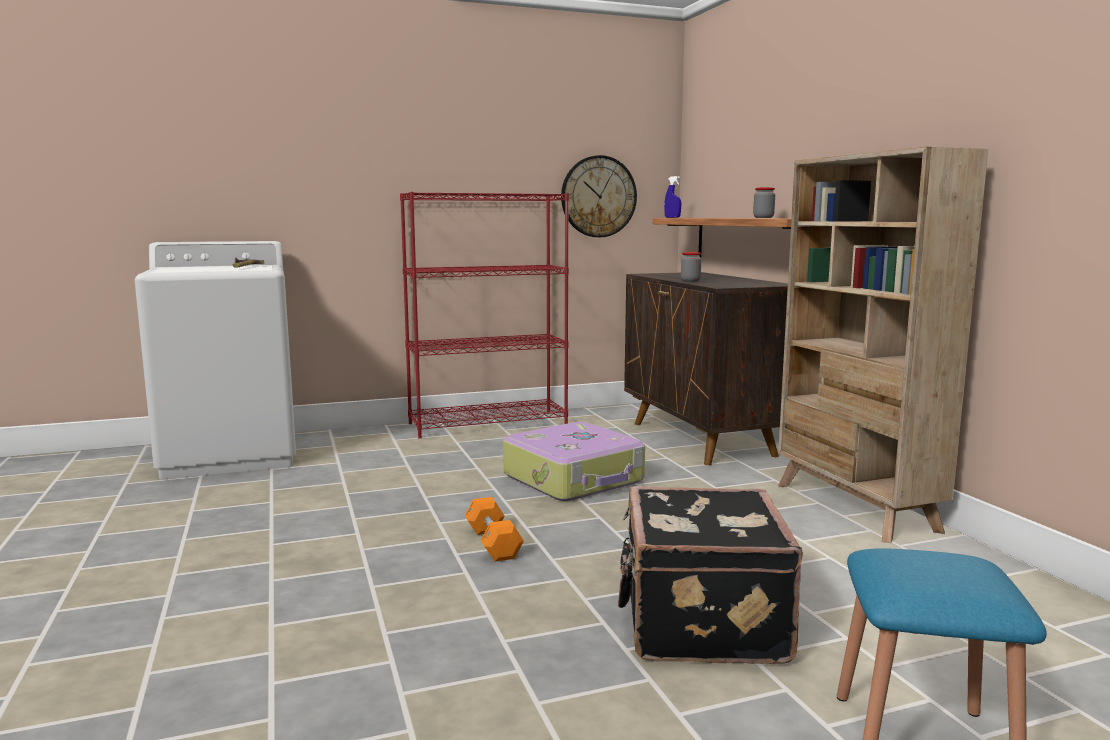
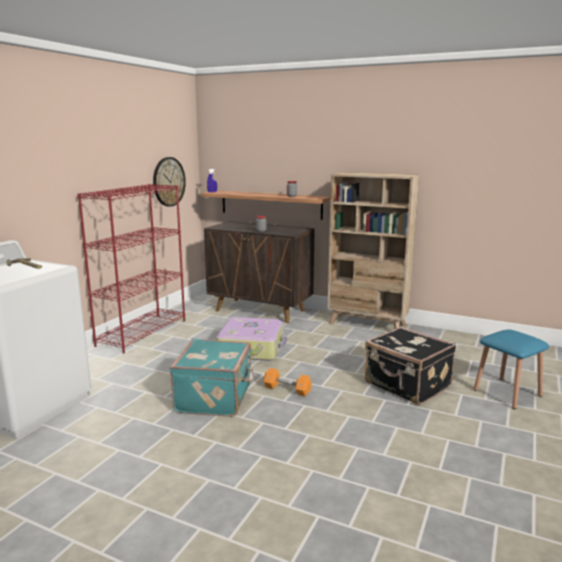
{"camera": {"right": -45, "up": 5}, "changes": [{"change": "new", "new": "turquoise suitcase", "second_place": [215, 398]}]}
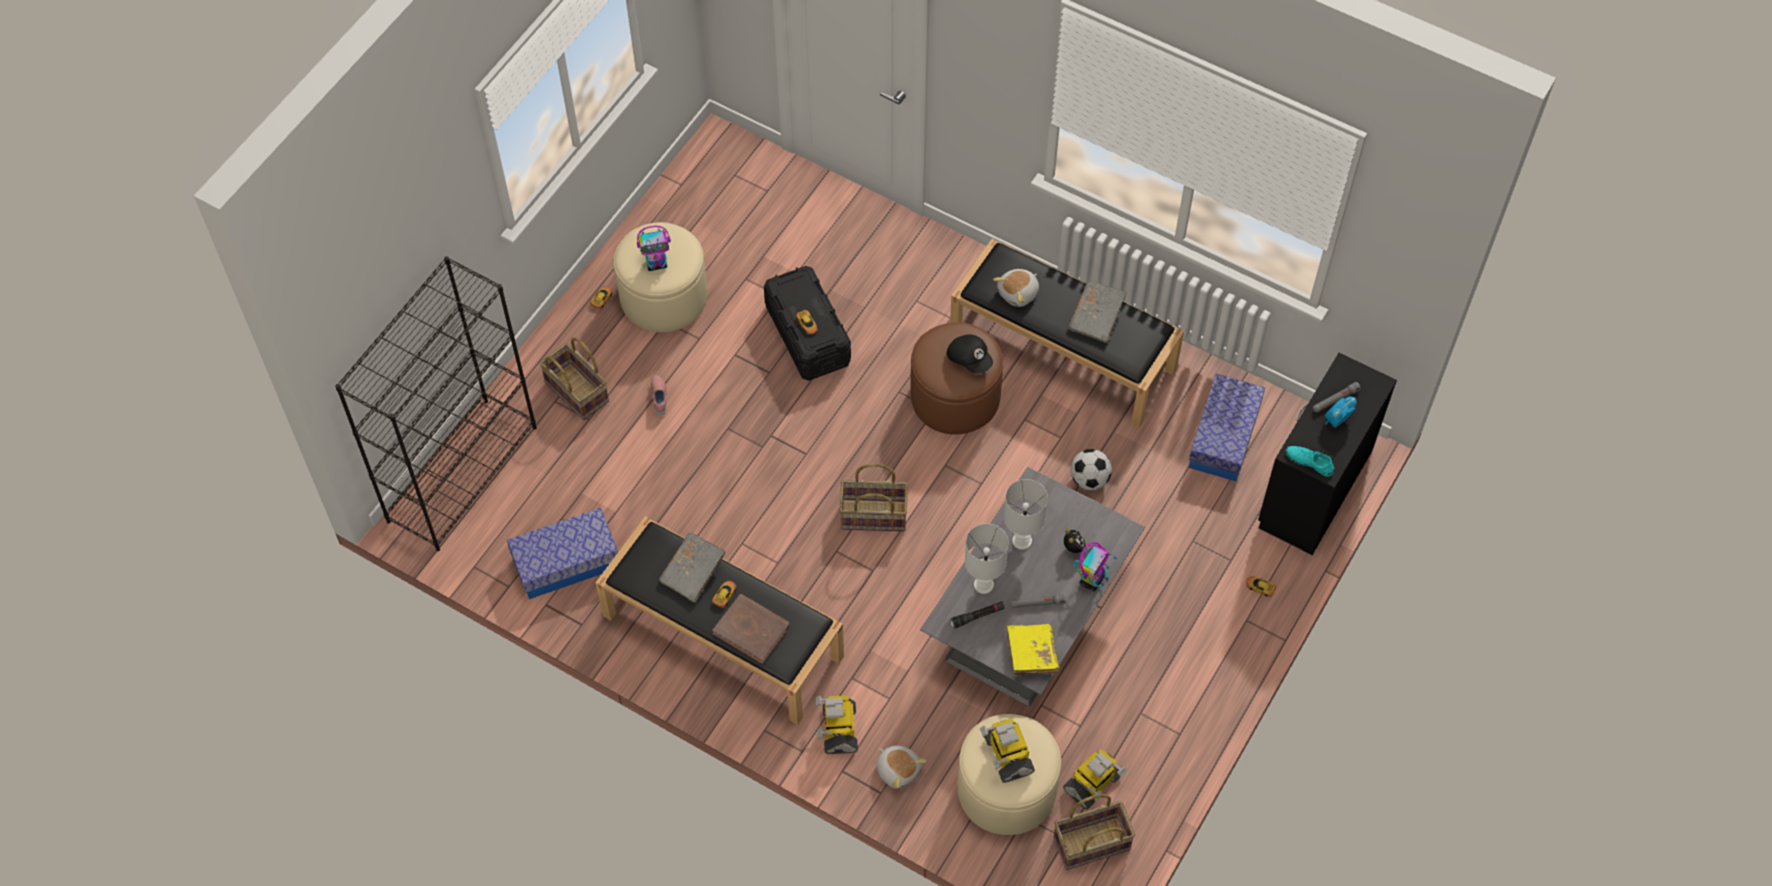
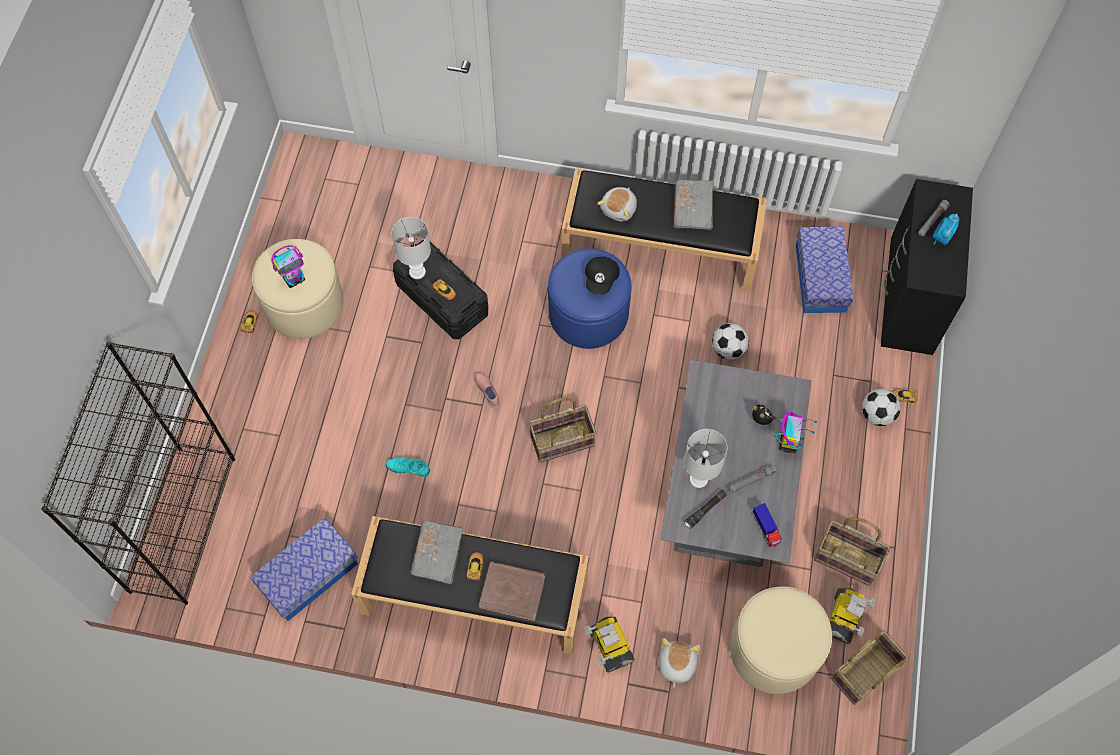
{"camera": {"right": -20, "up": 5}, "changes": [{"change": "repainted", "old": "brown ottoman", "new": "blue ottoman", "first_place": [955, 397], "second_place": [588, 314]}, {"change": "rotated", "old": "black cap", "first_place": [970, 359], "second_place": [601, 279], "degrees": 75}, {"change": "shifted", "old": "basket", "first_place": [578, 391], "second_place": [848, 558]}, {"change": "shifted", "old": "pink shoe", "first_place": [660, 398], "second_place": [488, 392]}, {"change": "shifted", "old": "turquoise shoe", "first_place": [1309, 462], "second_place": [408, 468]}, {"change": "shifted", "old": "white table lamp", "first_place": [1021, 541], "second_place": [416, 272]}, {"change": "swapped", "old": "yellow book", "new": "toy truck", "first_place": [1031, 654], "second_place": [765, 529]}, {"change": "gone", "old": "toy robot", "first_place": [1007, 755]}, {"change": "rotated", "old": "plush toy", "first_place": [898, 770], "second_place": [676, 664], "degrees": -105}, {"change": "new", "new": "football", "second_place": [877, 415]}]}
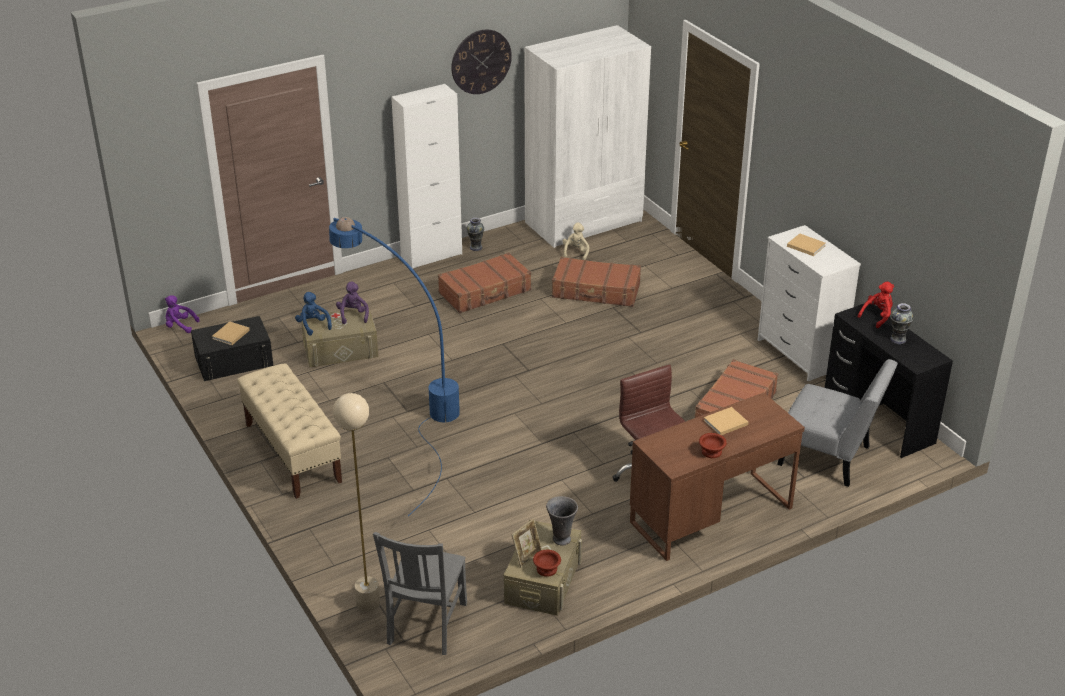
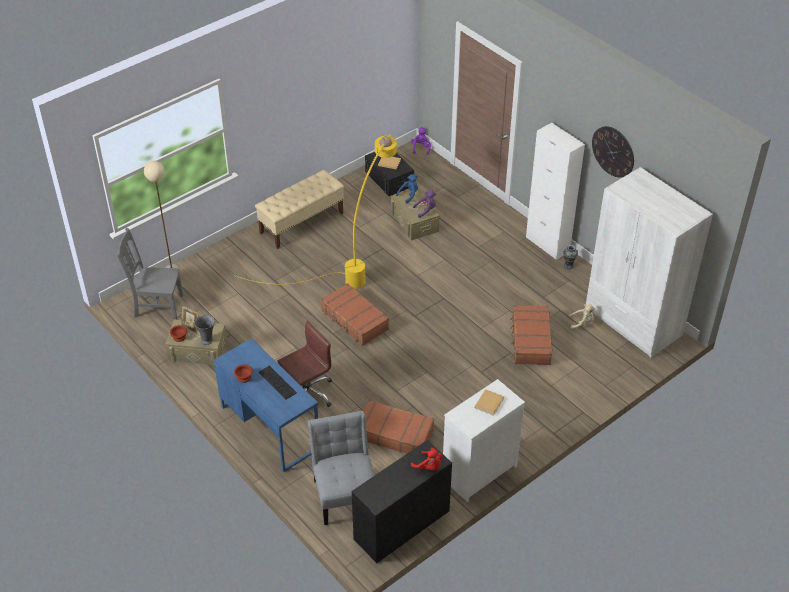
{"camera": {"right": 80, "up": 10}, "changes": [{"change": "repainted", "old": "blue floor lamp", "new": "yellow floor lamp", "first_place": [405, 410], "second_place": [354, 263]}, {"change": "shifted", "old": "brown suitcase", "first_place": [485, 292], "second_place": [354, 320]}, {"change": "gone", "old": "vase", "first_place": [898, 339]}, {"change": "rotated", "old": "grey chair", "first_place": [829, 458], "second_place": [345, 493], "degrees": 150}, {"change": "repainted", "old": "brown desk", "new": "blue desk", "first_place": [710, 515], "second_place": [270, 427]}, {"change": "swapped", "old": "beige book", "new": "keyboard", "first_place": [724, 423], "second_place": [277, 382]}]}
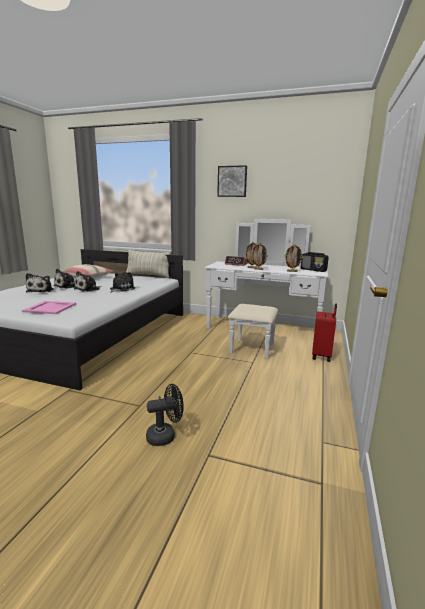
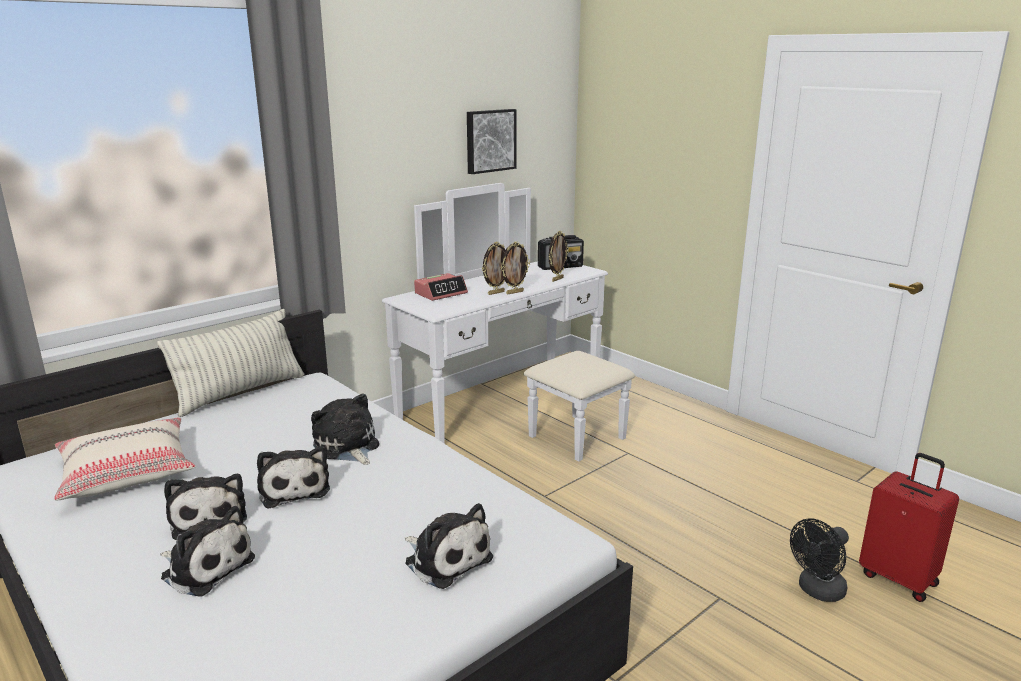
{"camera": {"right": -60, "up": 5}, "changes": [{"change": "shifted", "old": "picture", "first_place": [232, 181], "second_place": [490, 140]}, {"change": "swapped", "old": "pink tray", "new": "plush toy", "first_place": [51, 307], "second_place": [446, 559]}, {"change": "shifted", "old": "red suitcase", "first_place": [322, 356], "second_place": [899, 578]}, {"change": "rotated", "old": "black fan", "first_place": [165, 436], "second_place": [817, 591], "degrees": -135}]}
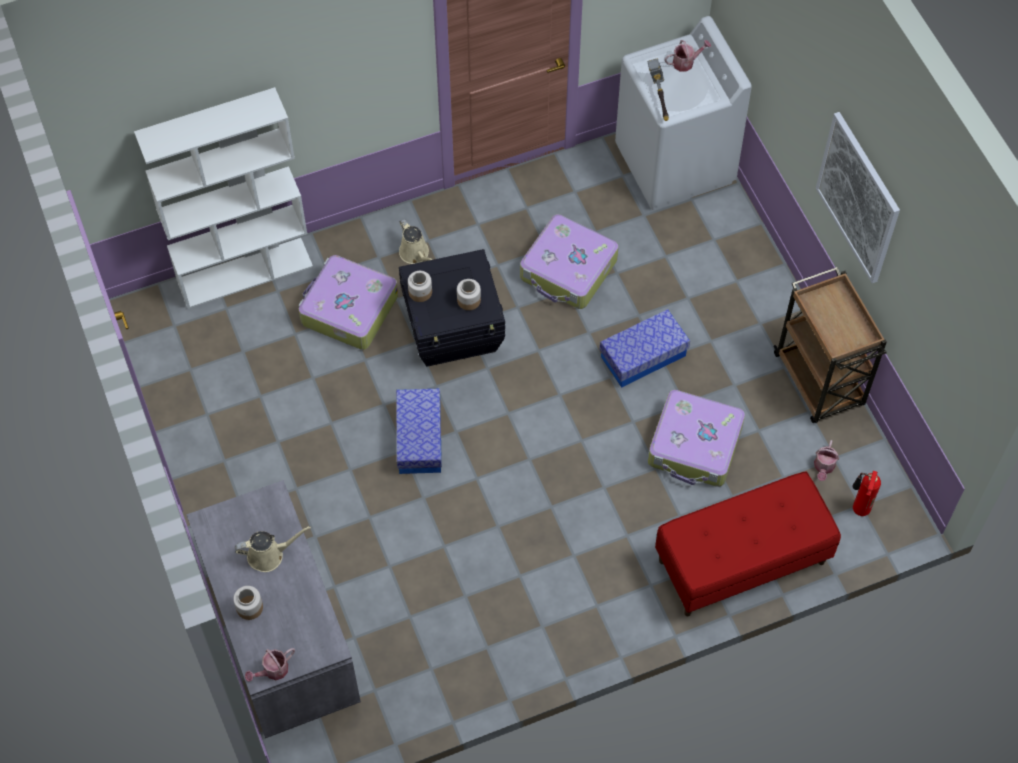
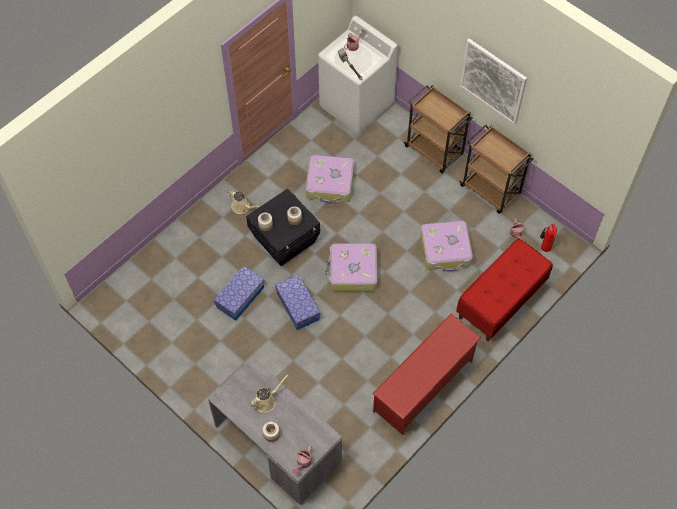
{"camera": {"right": -25, "up": 0}, "changes": [{"change": "gone", "old": "white bookcase", "first_place": [245, 272]}, {"change": "shifted", "old": "suitcase", "first_place": [348, 310], "second_place": [352, 272]}, {"change": "shifted", "old": "storage box", "first_place": [643, 356], "second_place": [240, 297]}, {"change": "new", "new": "brown cart", "second_place": [435, 151]}, {"change": "new", "new": "red shoe rack", "second_place": [423, 386]}]}
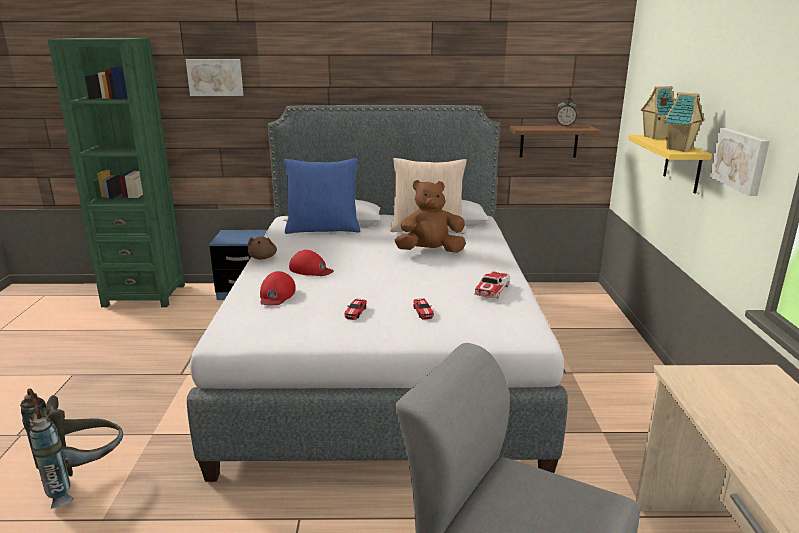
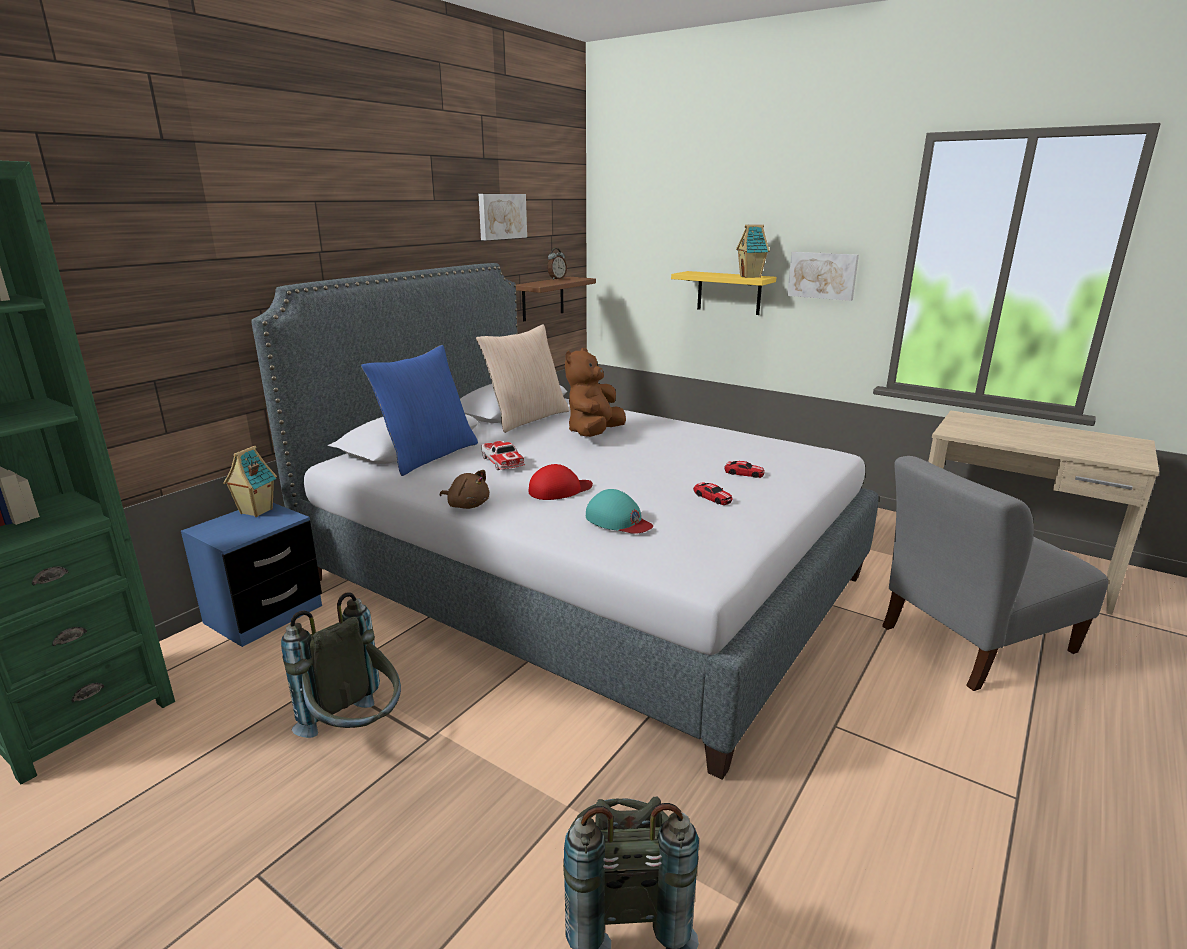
{"camera": {"right": -55, "up": 0}, "changes": [{"change": "shifted", "old": "picture", "first_place": [215, 77], "second_place": [501, 216]}, {"change": "shifted", "old": "toy house", "first_place": [654, 137], "second_place": [255, 511]}, {"change": "repainted", "old": "red cap", "new": "turquoise cap", "first_place": [276, 295], "second_place": [618, 520]}, {"change": "shifted", "old": "toy car", "first_place": [492, 290], "second_place": [502, 462]}, {"change": "new", "new": "grey backpack", "second_place": [357, 732]}]}
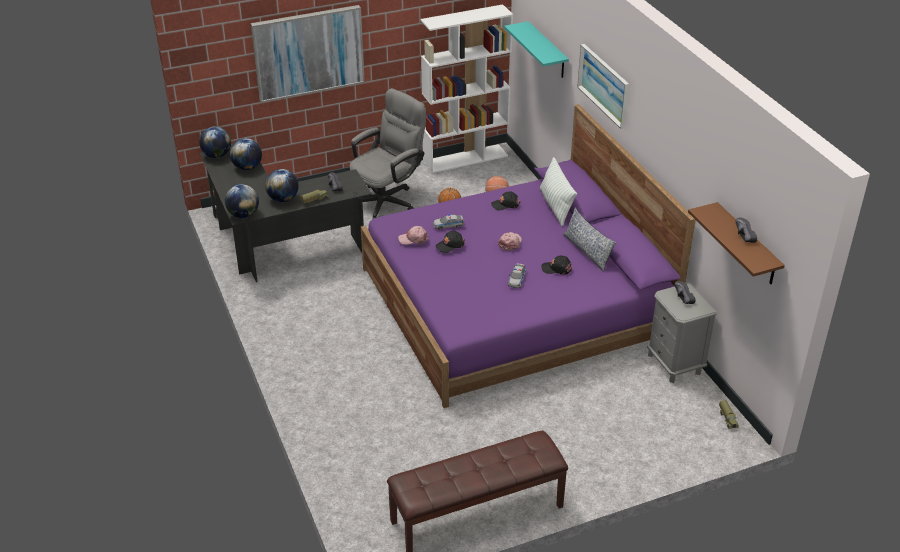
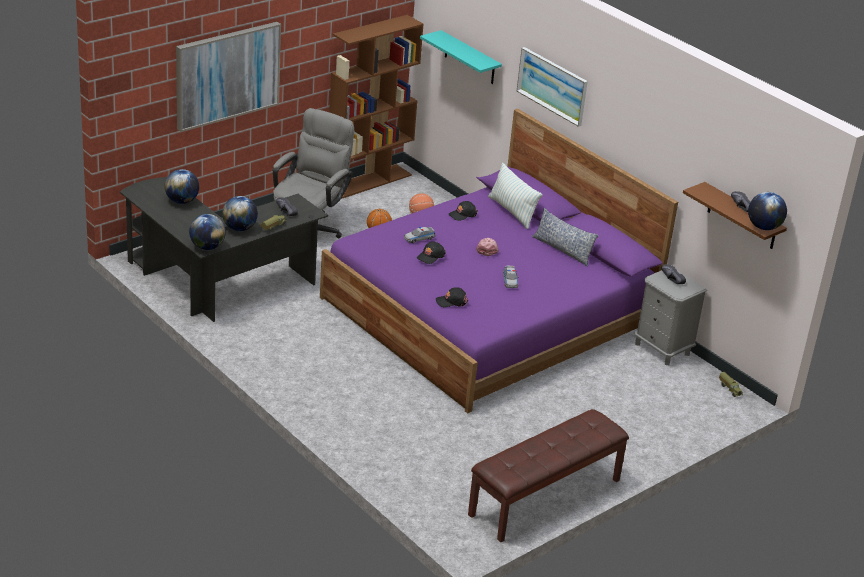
{"camera": {"right": -20, "up": -5}, "changes": [{"change": "repainted", "old": "white bookcase", "new": "brown bookcase", "first_place": [465, 158], "second_place": [369, 181]}, {"change": "shifted", "old": "globe", "first_place": [217, 155], "second_place": [763, 227]}, {"change": "gone", "old": "pink cap", "first_place": [413, 239]}, {"change": "shifted", "old": "black cap", "first_place": [557, 268], "second_place": [451, 301]}]}
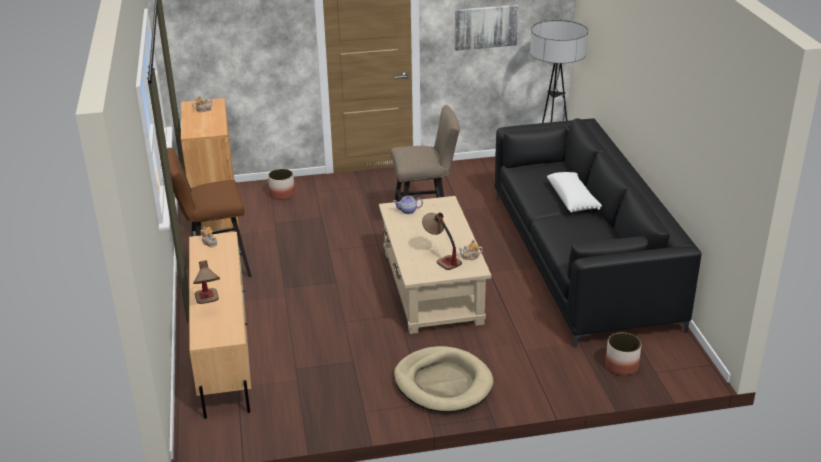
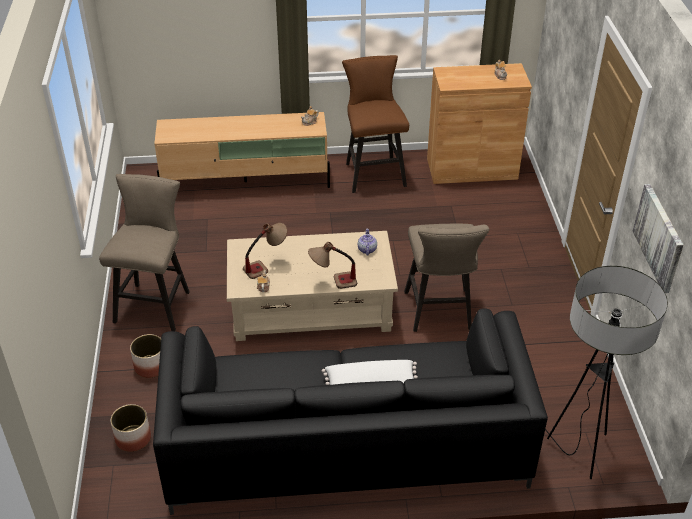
{"camera": {"right": 95, "up": 10}, "changes": [{"change": "shifted", "old": "planter", "first_place": [282, 195], "second_place": [150, 366]}, {"change": "shifted", "old": "table lamp", "first_place": [209, 304], "second_place": [332, 283]}, {"change": "swapped", "old": "beige dog bed", "new": "beige stool", "first_place": [443, 383], "second_place": [155, 303]}]}
